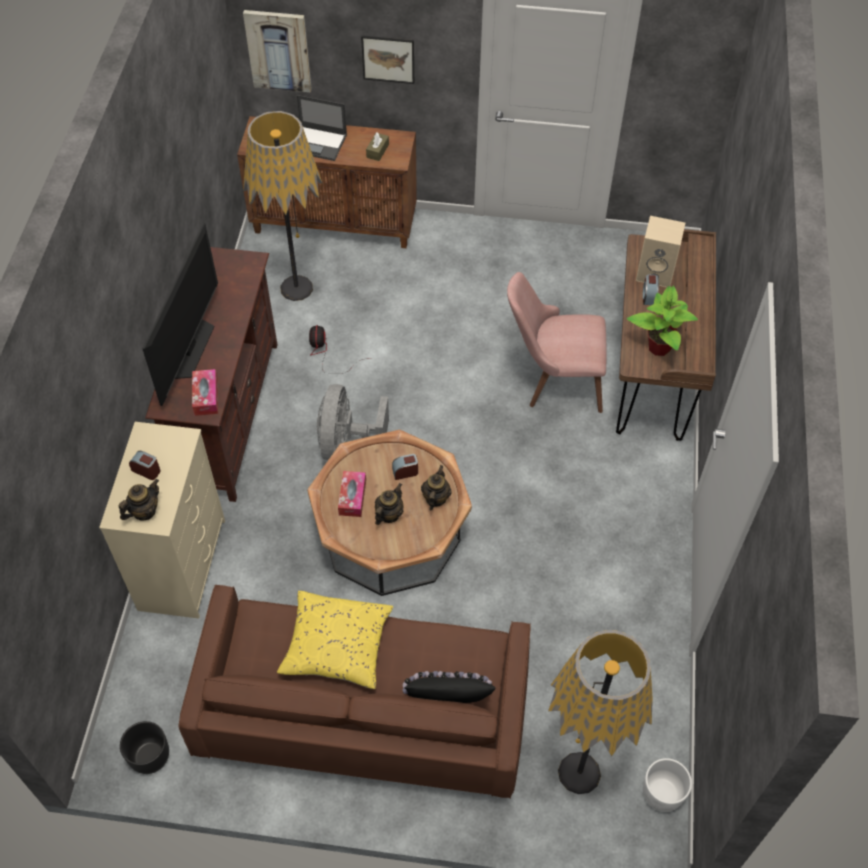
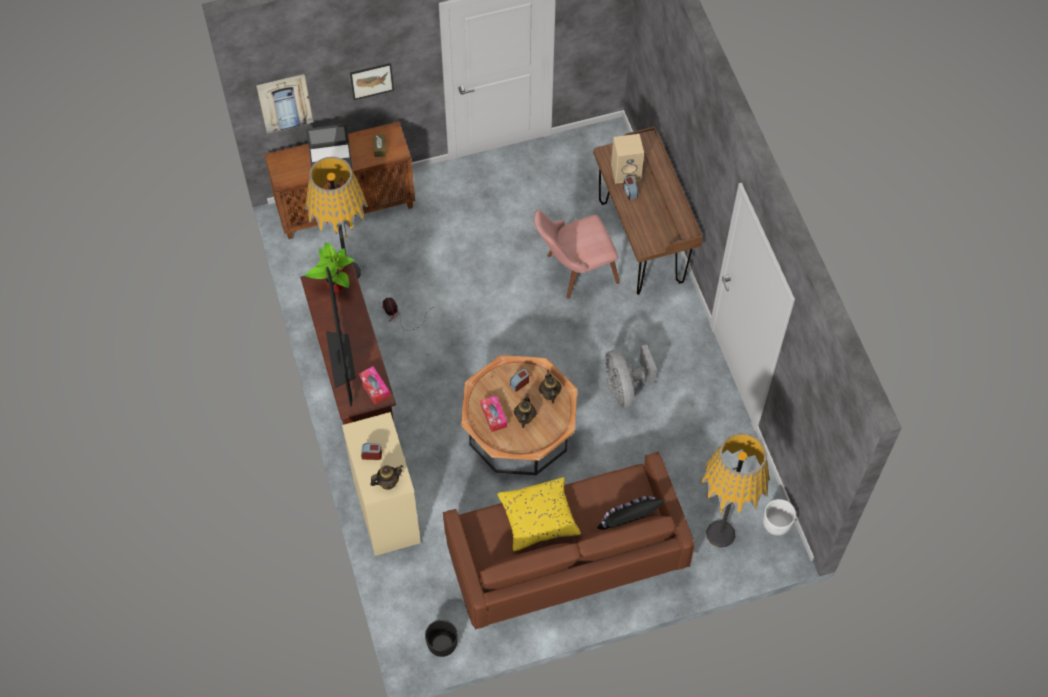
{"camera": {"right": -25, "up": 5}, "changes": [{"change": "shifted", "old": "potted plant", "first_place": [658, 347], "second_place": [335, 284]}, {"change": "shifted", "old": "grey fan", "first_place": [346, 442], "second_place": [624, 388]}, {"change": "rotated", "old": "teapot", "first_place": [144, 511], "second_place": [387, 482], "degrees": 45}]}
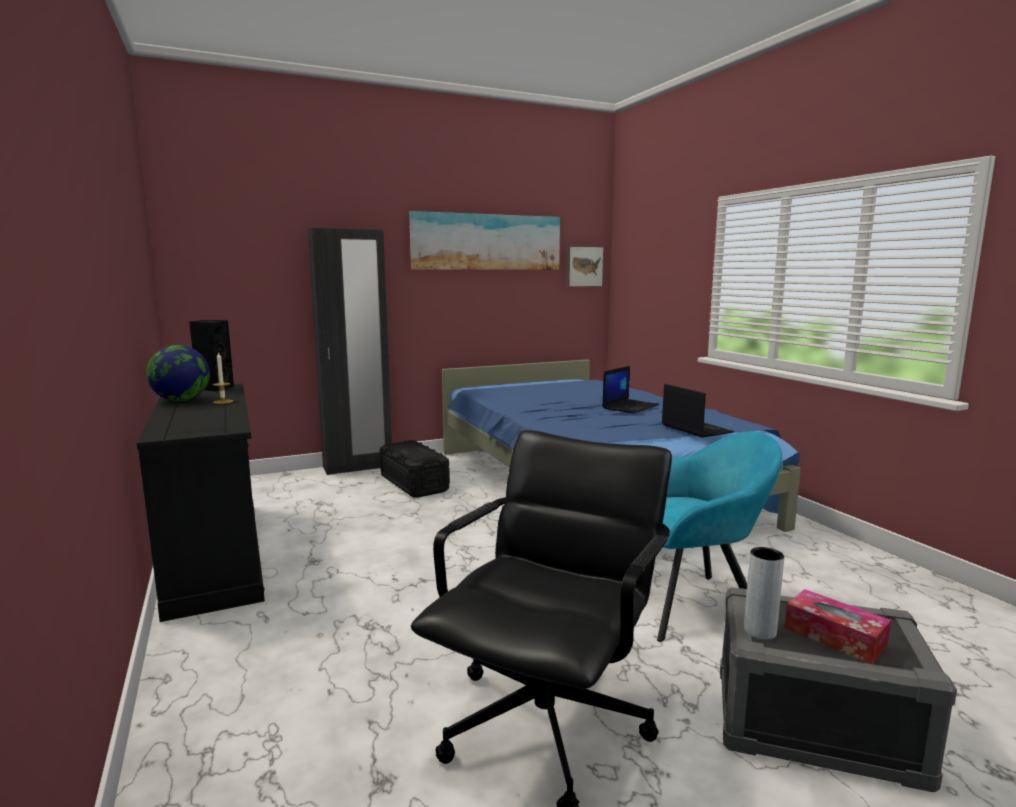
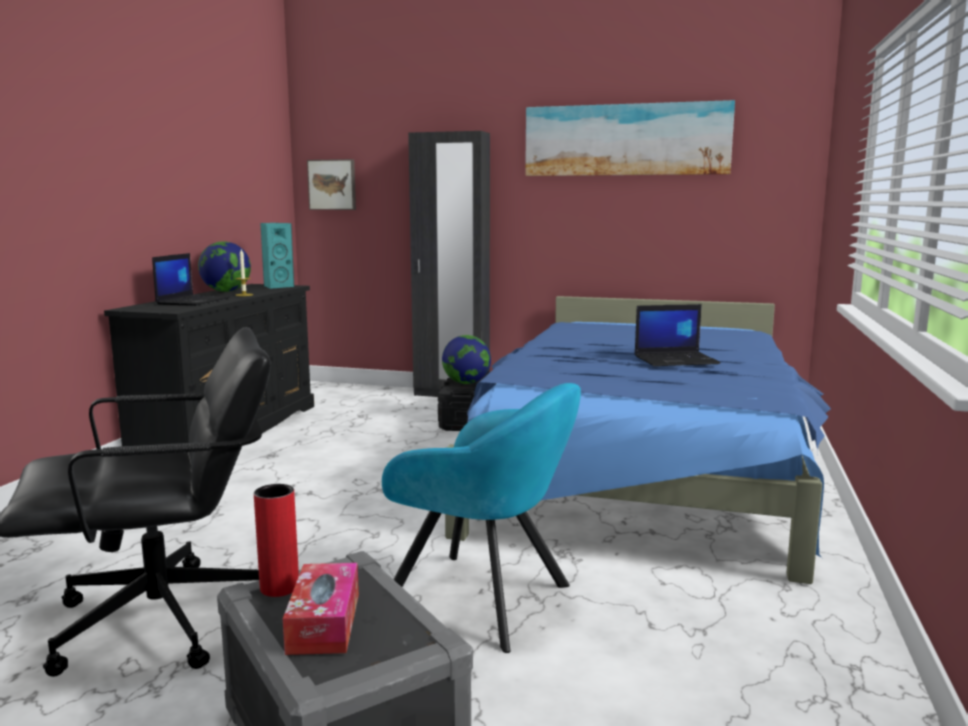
{"camera": {"right": 40, "up": 0}, "changes": [{"change": "shifted", "old": "picture", "first_place": [584, 266], "second_place": [332, 185]}, {"change": "repainted", "old": "black speaker", "new": "turquoise speaker", "first_place": [214, 388], "second_place": [277, 286]}, {"change": "shifted", "old": "laptop", "first_place": [695, 429], "second_place": [193, 301]}, {"change": "repainted", "old": "grey vase", "new": "red vase", "first_place": [759, 631], "second_place": [279, 588]}, {"change": "new", "new": "globe", "second_place": [466, 383]}]}
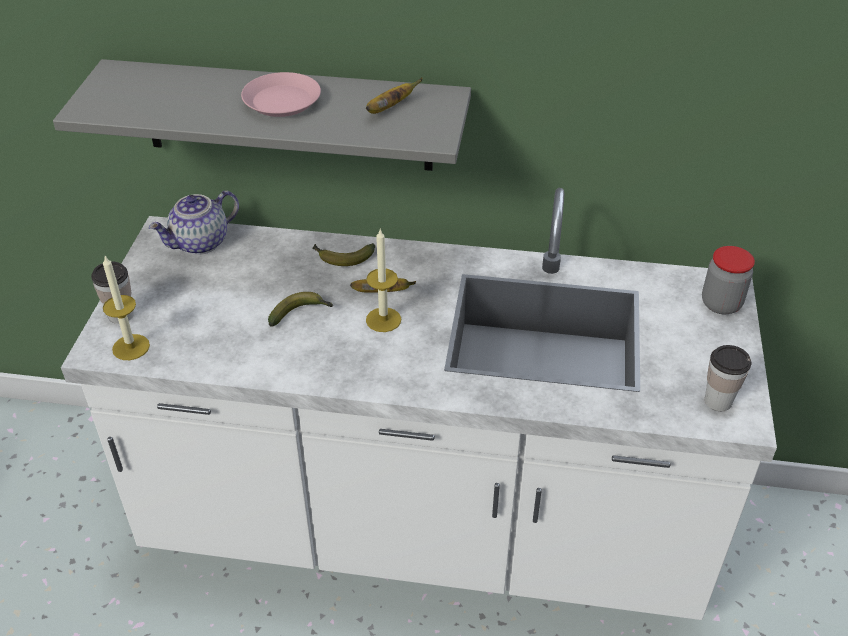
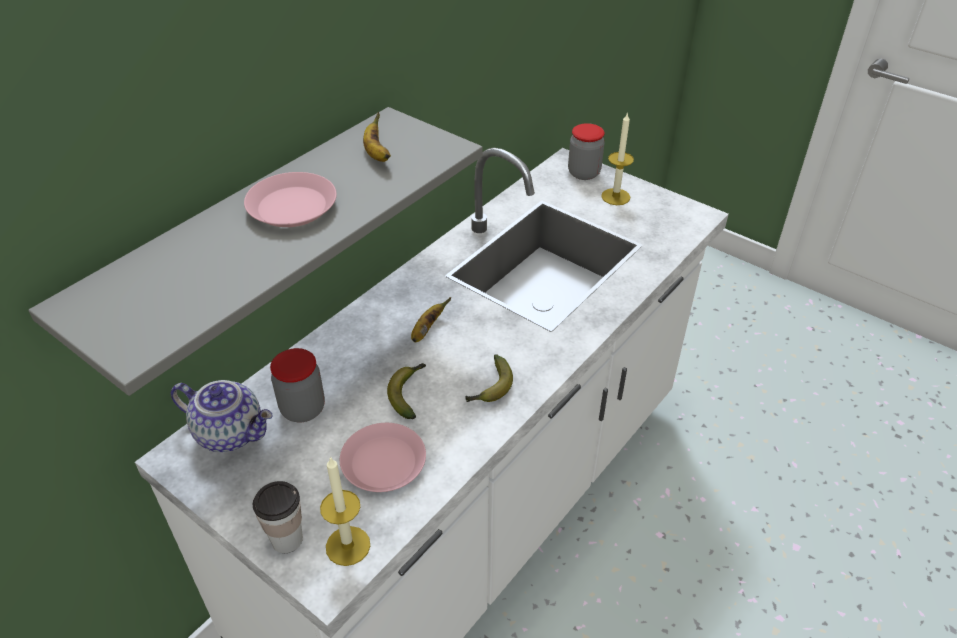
{"camera": {"right": -60, "up": 0}, "changes": [{"change": "rotated", "old": "teapot", "first_place": [200, 243], "second_place": [231, 432], "degrees": -60}, {"change": "shifted", "old": "candle", "first_place": [383, 319], "second_place": [615, 197]}, {"change": "shifted", "old": "banana", "first_place": [342, 258], "second_place": [490, 388]}, {"change": "gone", "old": "cup", "first_place": [718, 401]}, {"change": "new", "new": "jar", "second_place": [303, 409]}, {"change": "new", "new": "pink plate", "second_place": [383, 463]}]}
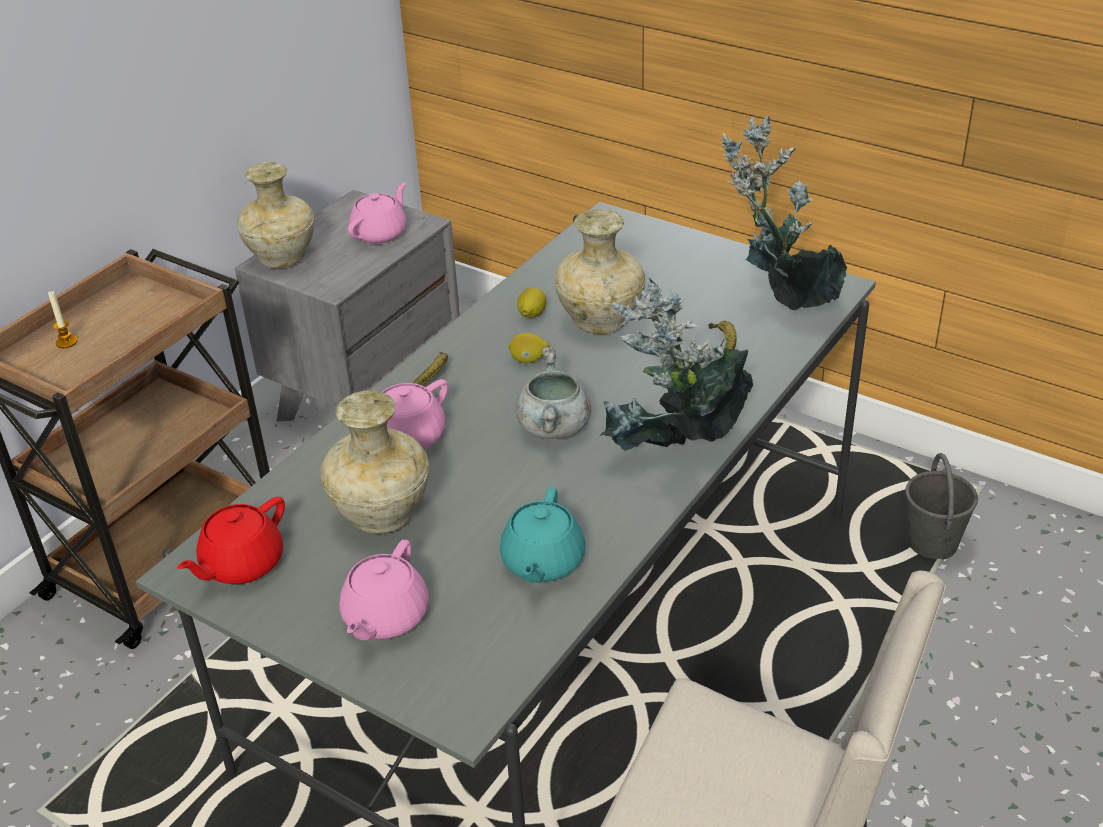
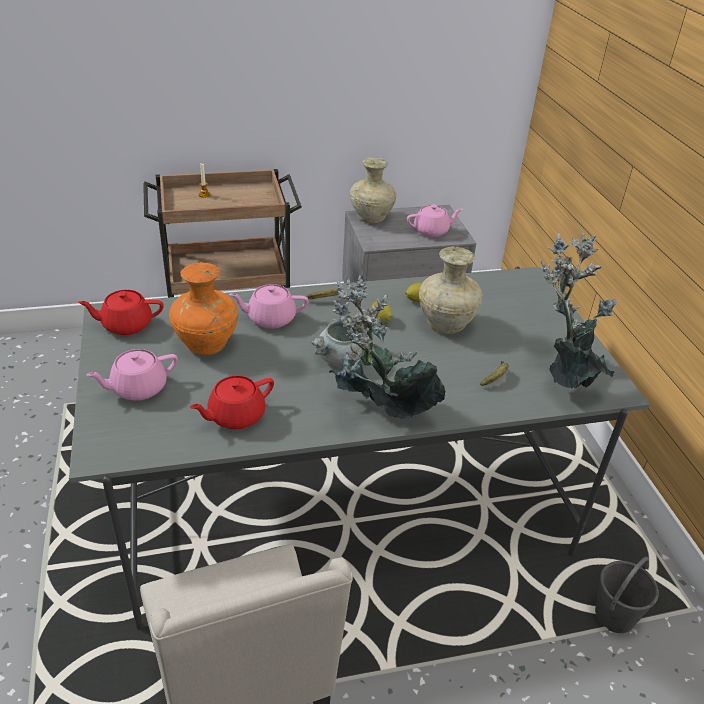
{"camera": {"right": 40, "up": 0}, "changes": [{"change": "repainted", "old": "beige vase", "new": "orange vase", "first_place": [383, 516], "second_place": [206, 345]}, {"change": "repainted", "old": "turquoise teapot", "new": "red teapot", "first_place": [542, 562], "second_place": [235, 416]}]}
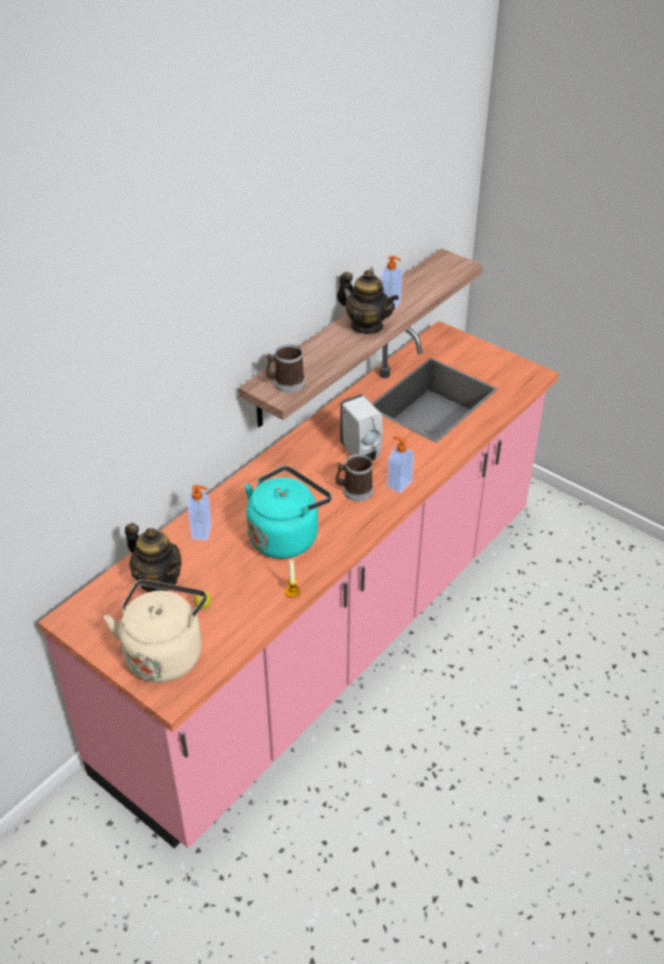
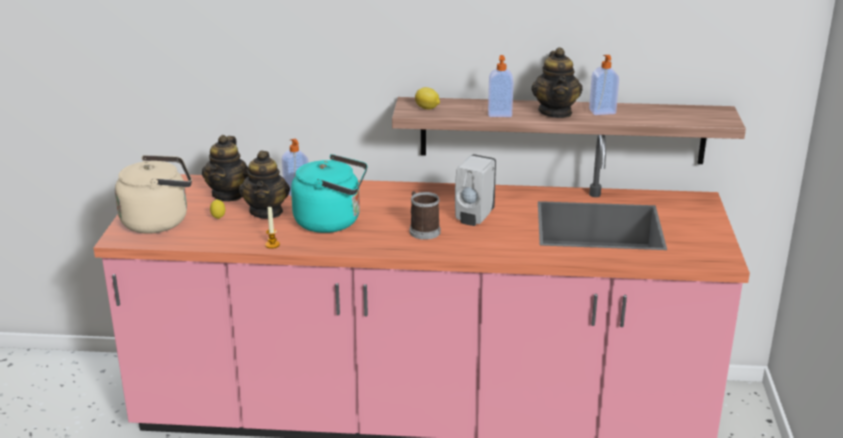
{"camera": {"right": 55, "up": -15}, "changes": [{"change": "swapped", "old": "mug", "new": "lemon", "first_place": [285, 383], "second_place": [427, 108]}, {"change": "shifted", "old": "soap dispenser", "first_place": [398, 484], "second_place": [499, 113]}, {"change": "new", "new": "teapot", "second_place": [266, 211]}]}
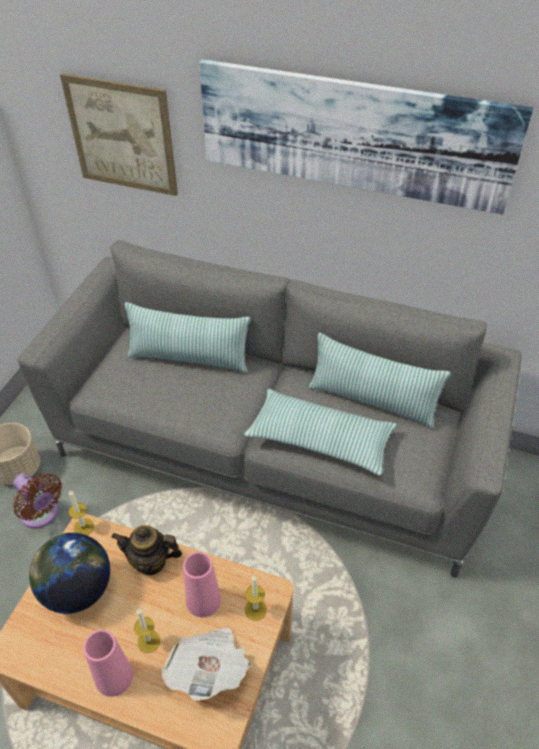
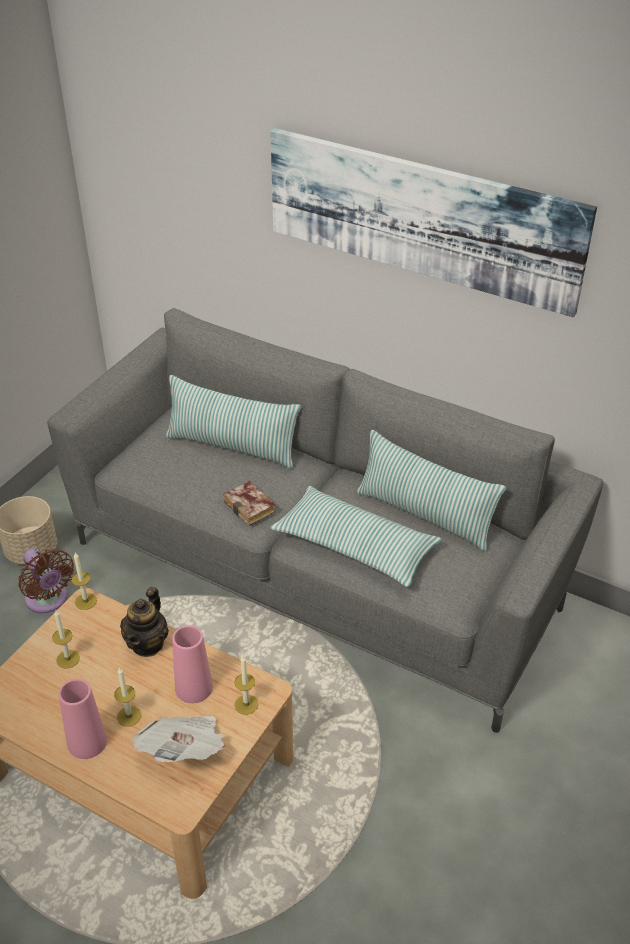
{"camera": {"right": 10, "up": -5}, "changes": [{"change": "gone", "old": "picture", "first_place": [122, 135]}, {"change": "rotated", "old": "teapot", "first_place": [150, 561], "second_place": [147, 643], "degrees": -90}, {"change": "swapped", "old": "globe", "new": "candle", "first_place": [78, 590], "second_place": [68, 659]}, {"change": "new", "new": "book", "second_place": [252, 507]}]}
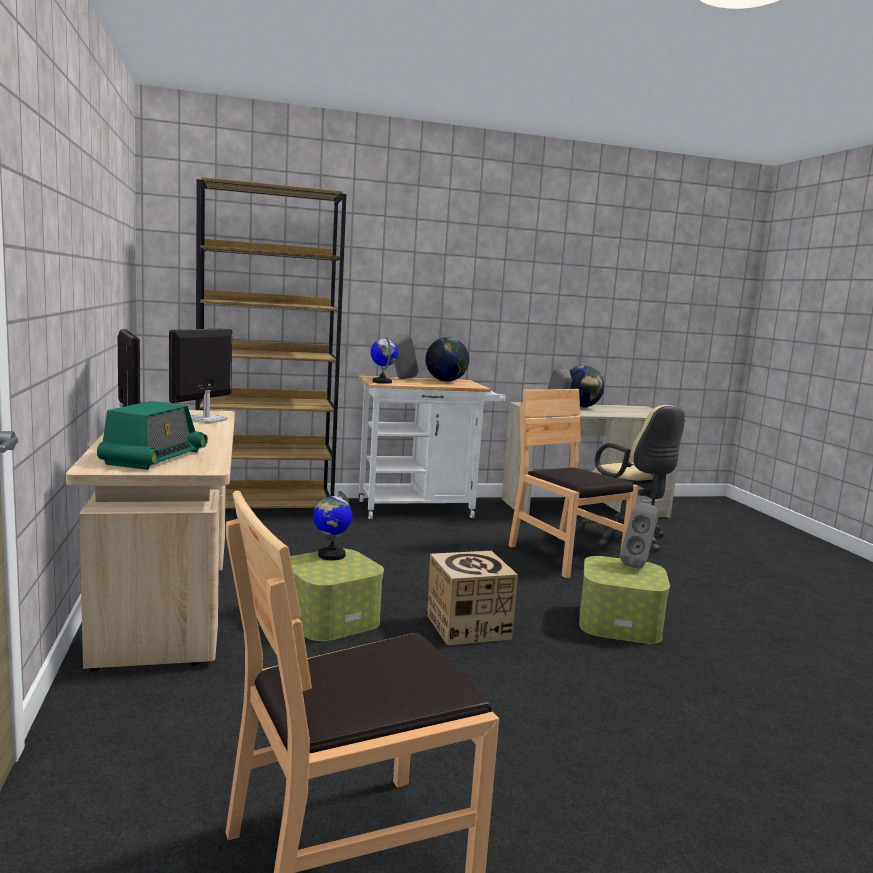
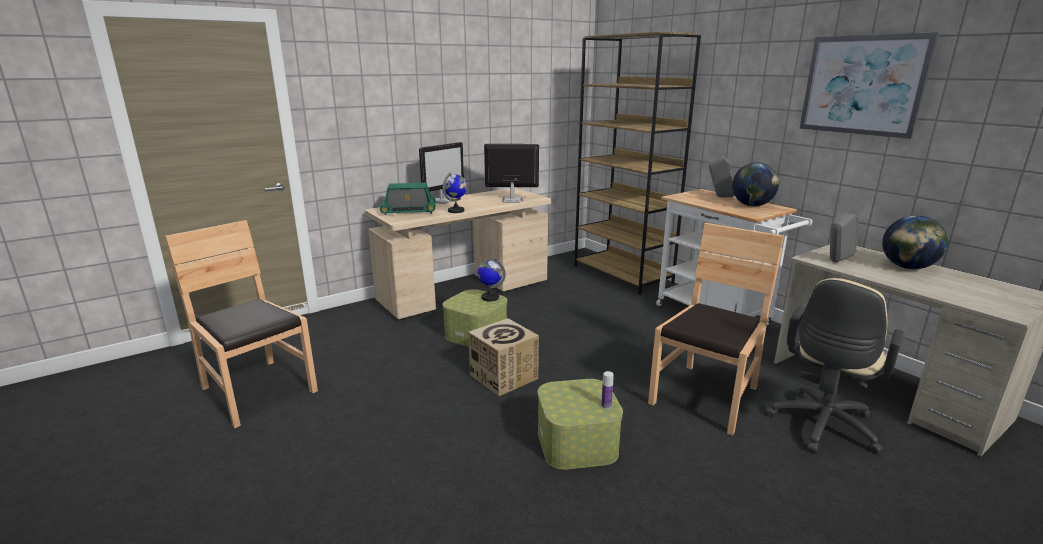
{"camera": {"right": 70, "up": 10}, "changes": [{"change": "shifted", "old": "globe", "first_place": [382, 382], "second_place": [456, 211]}, {"change": "swapped", "old": "grey speaker", "new": "bottle", "first_place": [639, 565], "second_place": [606, 406]}, {"change": "new", "new": "picture", "second_place": [863, 85]}]}
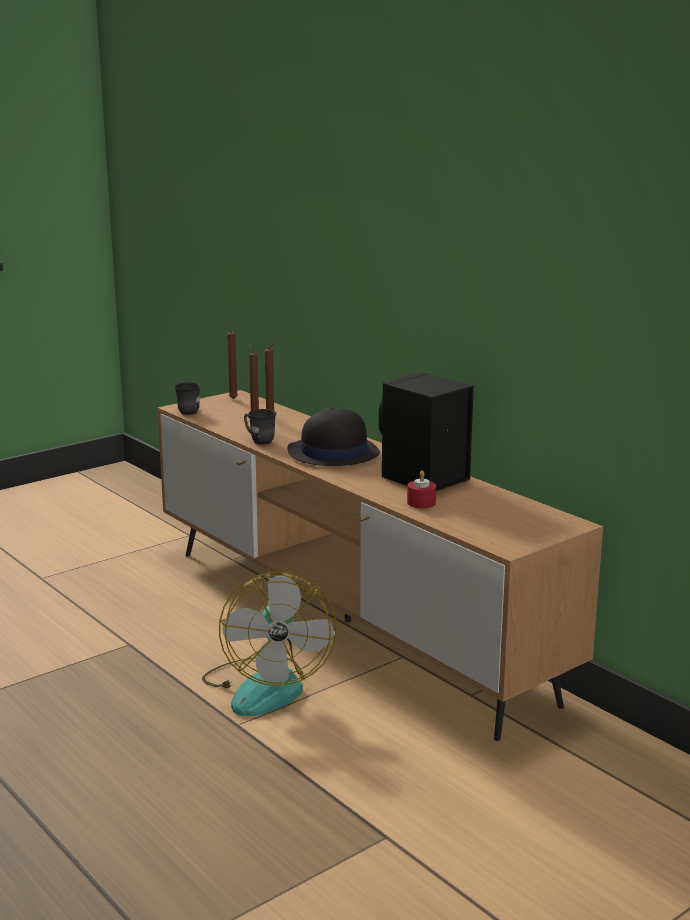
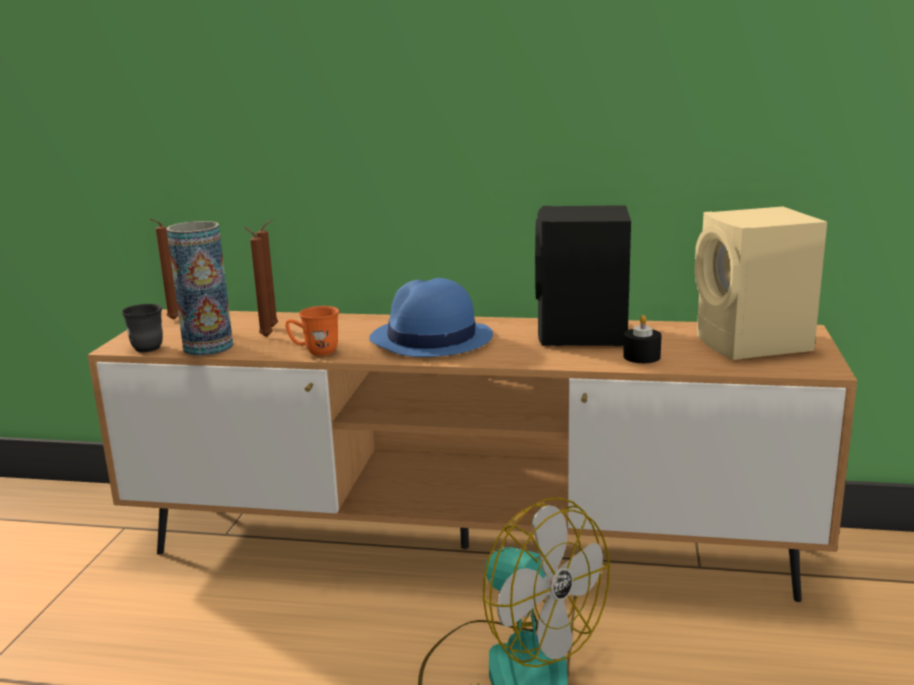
{"camera": {"right": -40, "up": 0}, "changes": [{"change": "repainted", "old": "black hat", "new": "blue hat", "first_place": [333, 453], "second_place": [430, 339]}, {"change": "repainted", "old": "grey mug", "new": "orange mug", "first_place": [259, 440], "second_place": [315, 351]}, {"change": "repainted", "old": "red candle", "new": "black candle", "first_place": [421, 503], "second_place": [641, 356]}, {"change": "new", "new": "beige speaker", "second_place": [753, 345]}, {"change": "new", "new": "vase", "second_place": [208, 347]}]}
